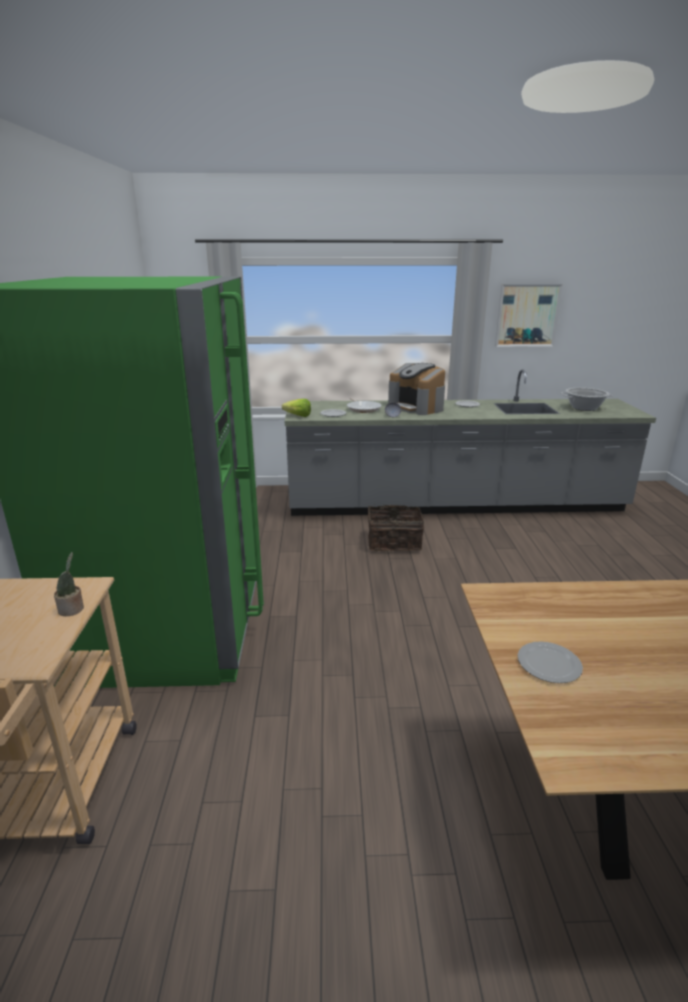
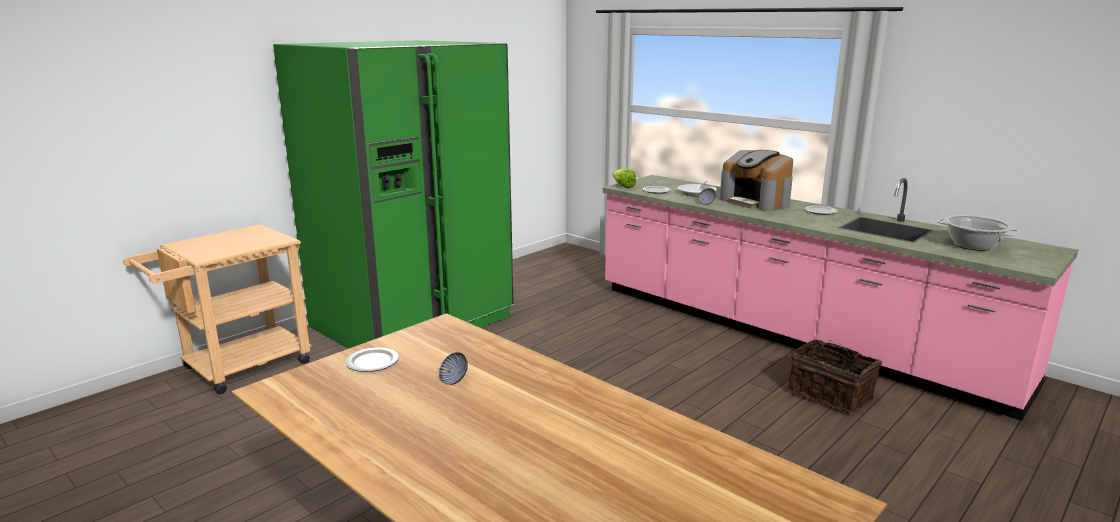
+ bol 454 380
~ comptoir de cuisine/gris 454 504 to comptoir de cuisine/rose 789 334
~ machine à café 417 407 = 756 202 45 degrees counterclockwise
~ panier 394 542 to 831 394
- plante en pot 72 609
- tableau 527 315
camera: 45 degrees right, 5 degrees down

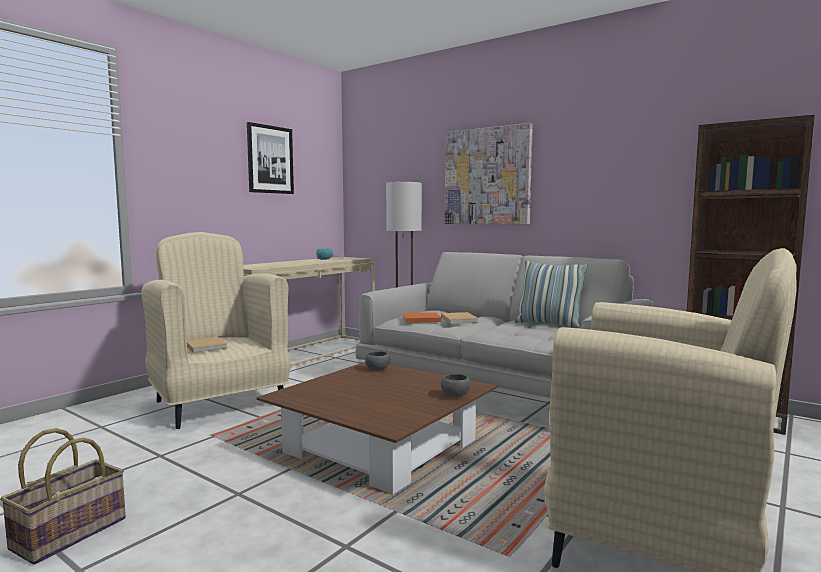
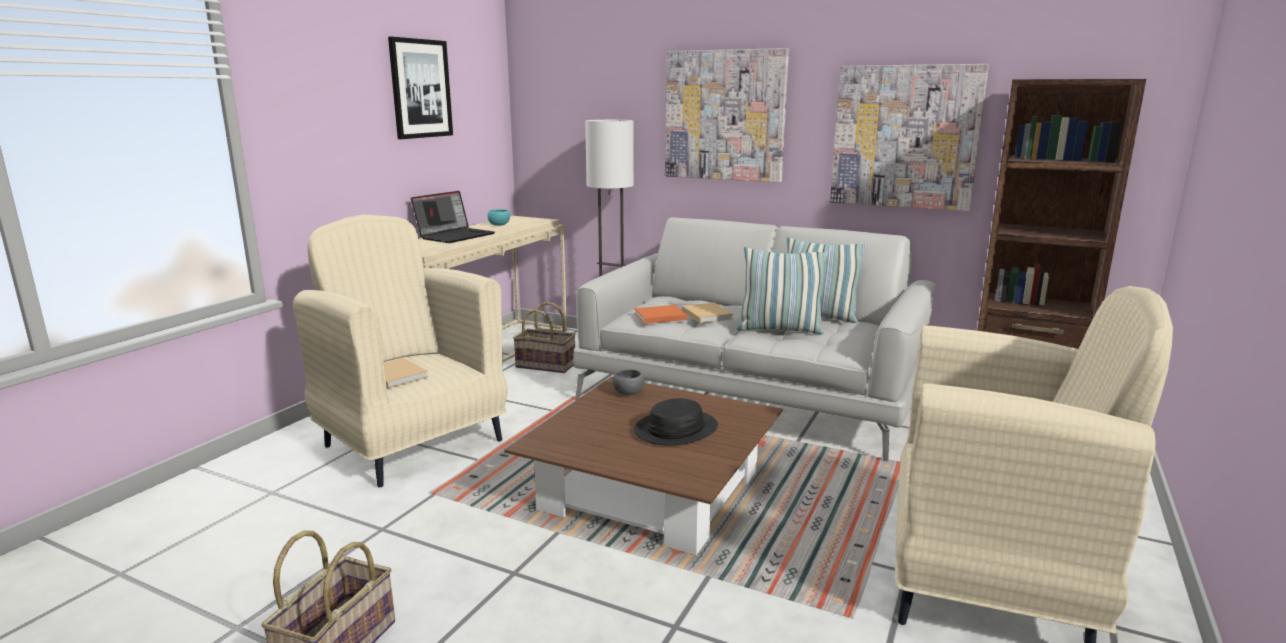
+ ordinateur portable 455 236
+ panier 546 365
+ chapeau/noir 676 429
+ coussin 779 330
+ tableau 905 137
- bol/gris 456 395
camera: 10 degrees left, 10 degrees up

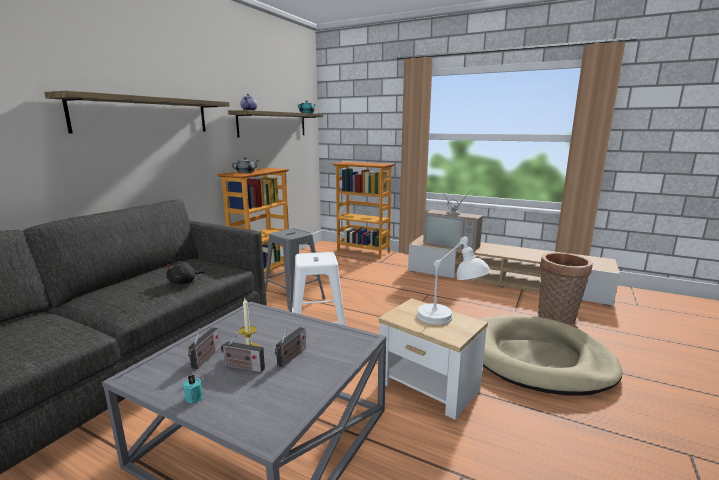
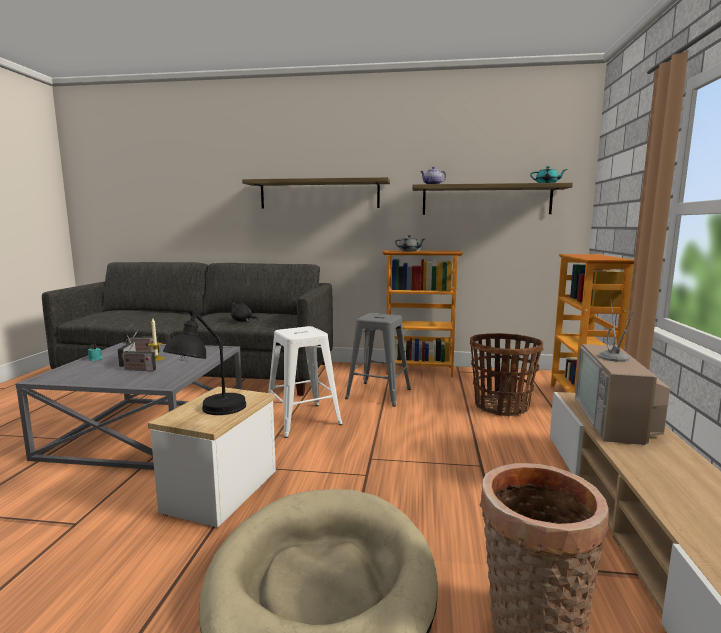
~ lampe de table/blanc 448 321 to lampe de table/noir 210 414
+ panier 501 406
camera: 70 degrees right, 5 degrees down

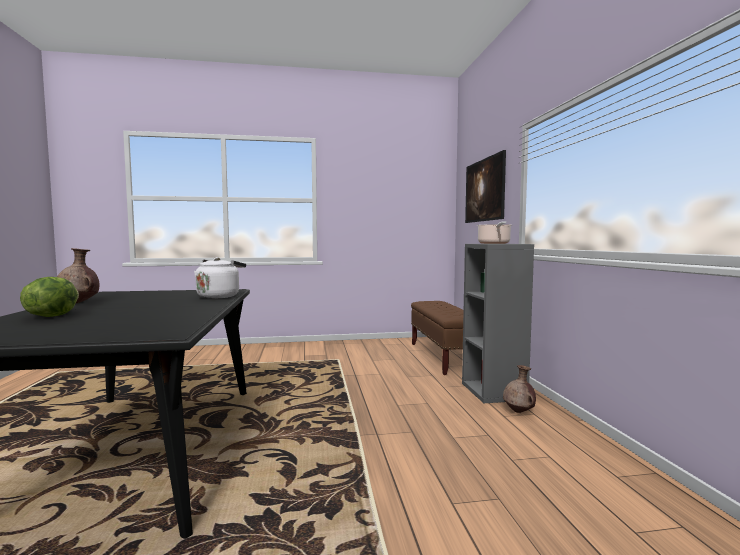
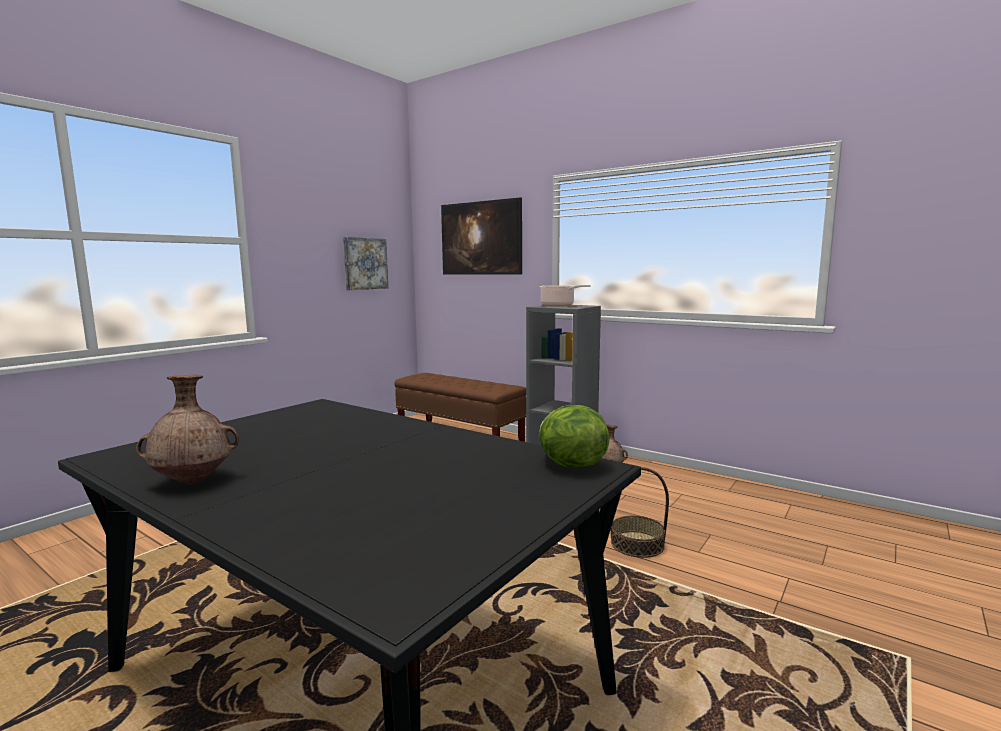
+ tableau 365 263
~ laitue 51 316 to 570 465
+ panier 637 544
- bouilloire/blanc 219 296
camera: 45 degrees left, 5 degrees up

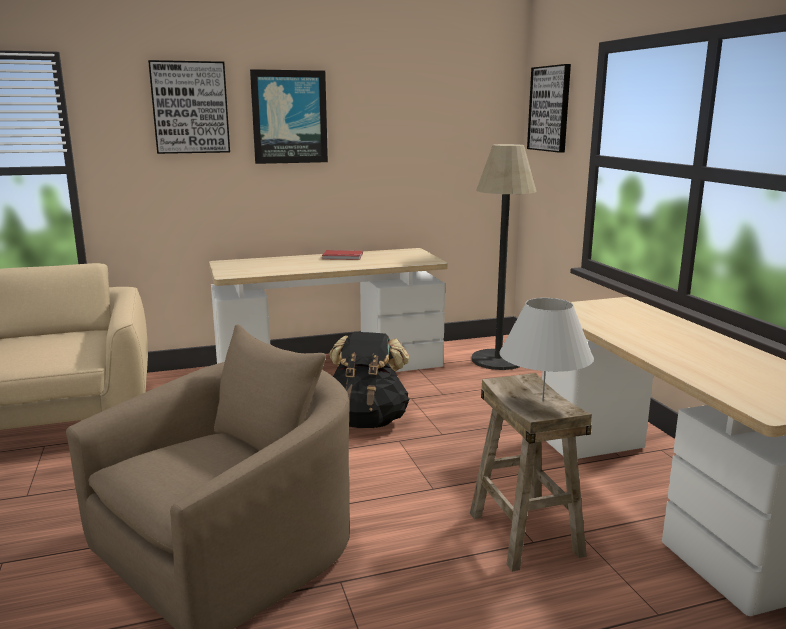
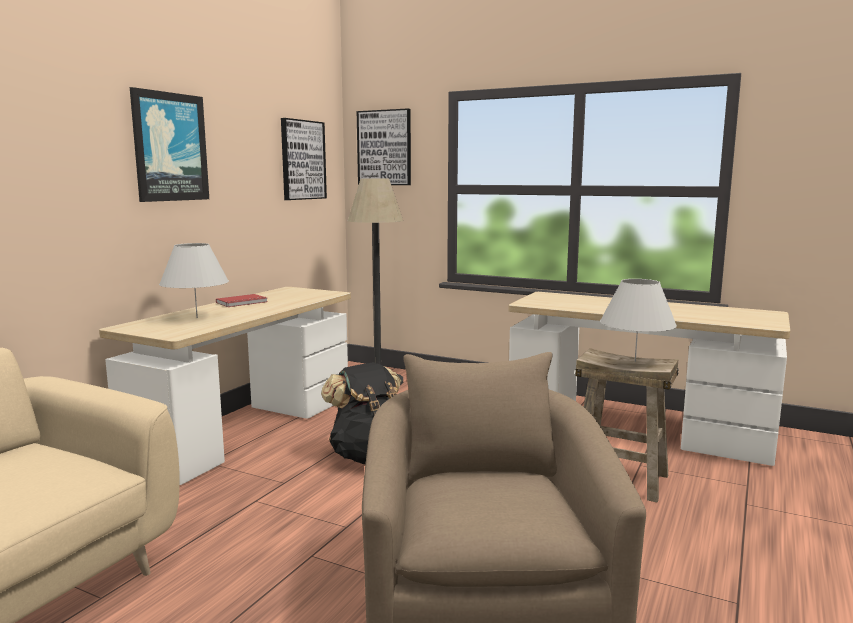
+ lampe de table/blanc 196 317
~ tableau 190 107 to 302 160
camera: 45 degrees left, 5 degrees down

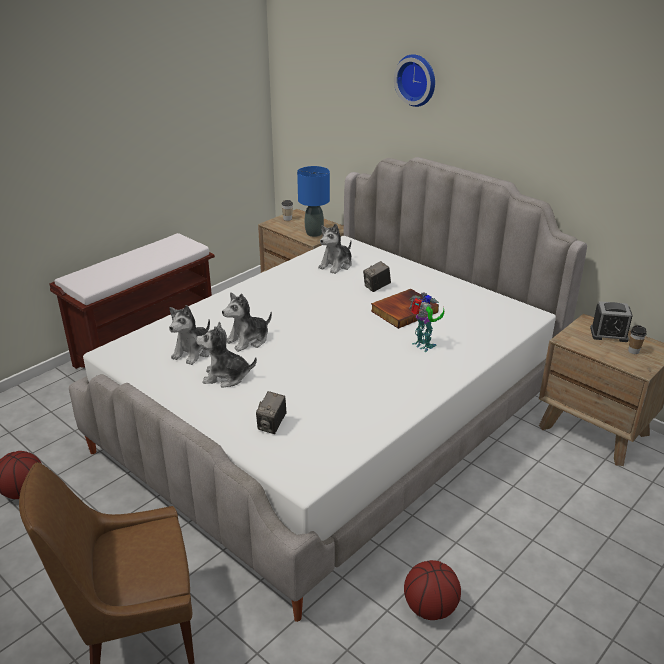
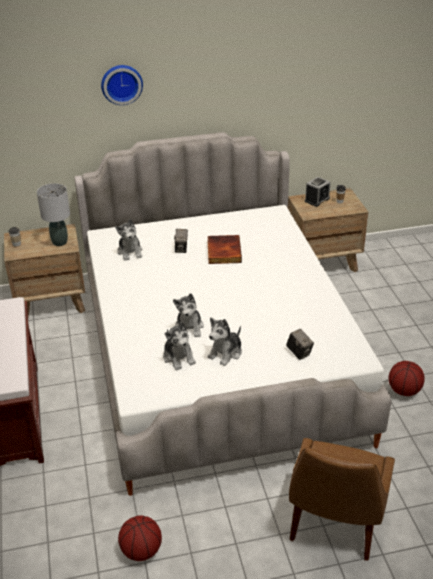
~ lampe de table/bleu 314 233 to lampe de table/gris 59 242
- robot jouet 423 346
camera: 55 degrees left, 5 degrees up

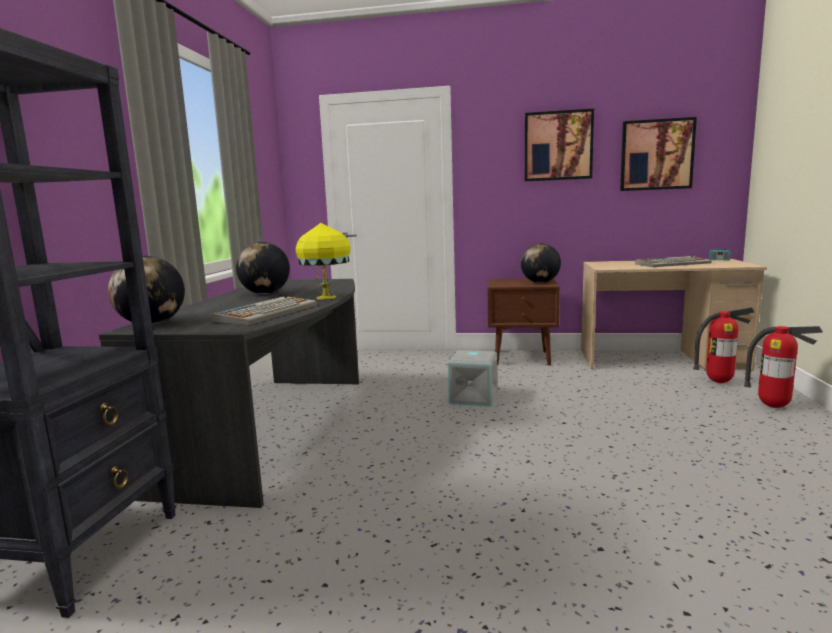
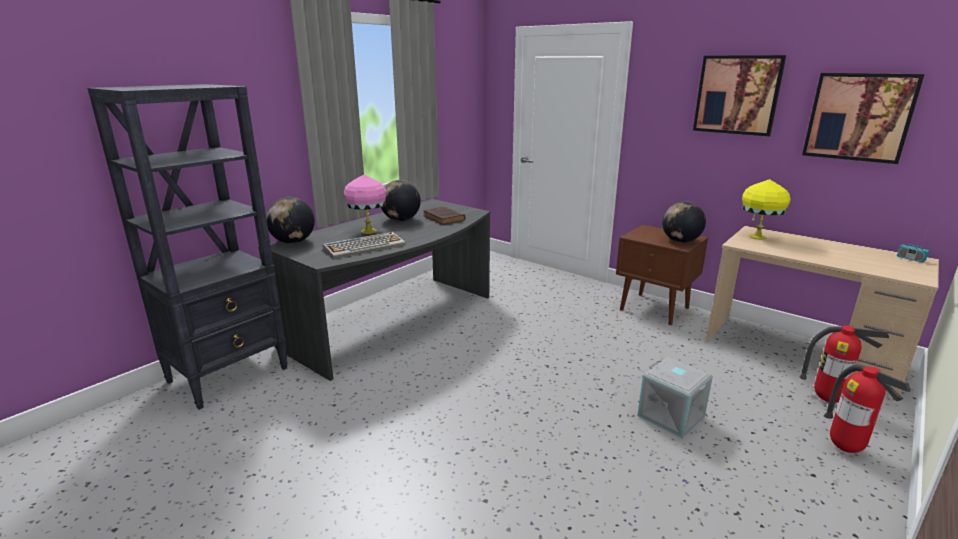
+ lampe de table/rose 368 231
+ livre/marron 444 218
~ boîte de rangement/gris 474 397 to 672 416
~ lampe de table/jaune 326 297 to 757 237
- clavier 672 263
camera: 30 degrees right, 10 degrees up

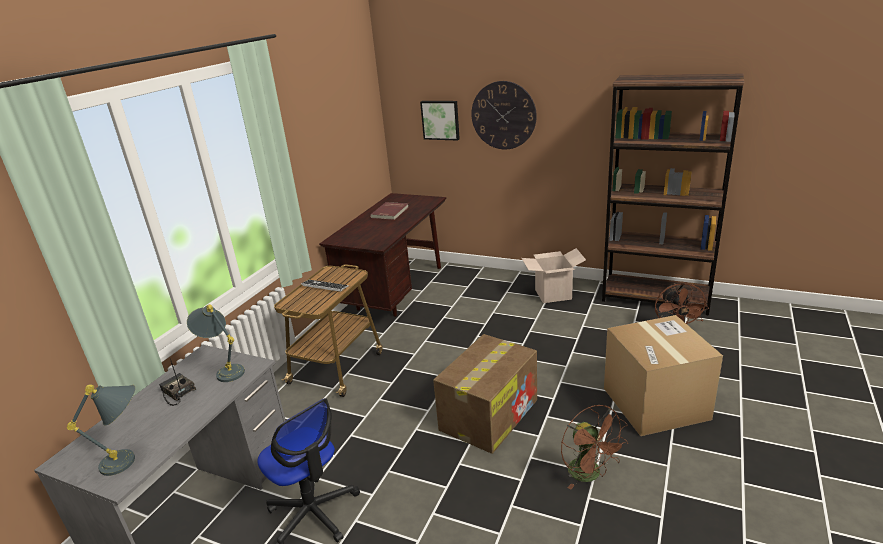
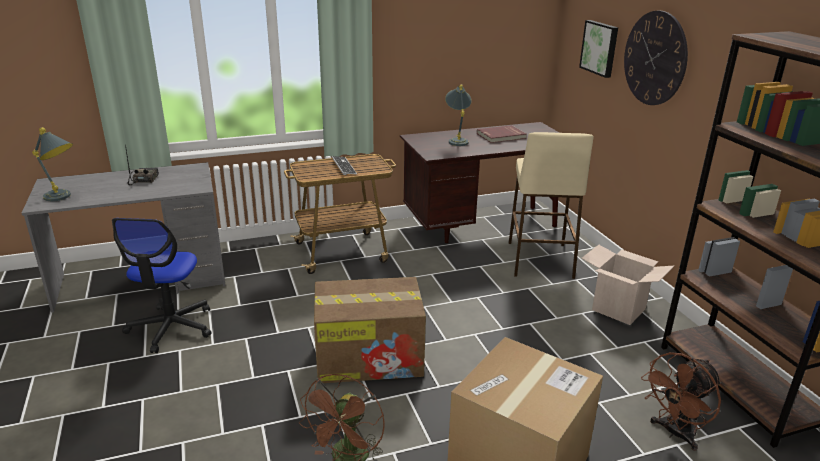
~ lampe de table/gris 225 370 to 457 140
+ tabouret/beige 540 260
camera: 45 degrees right, 0 degrees up

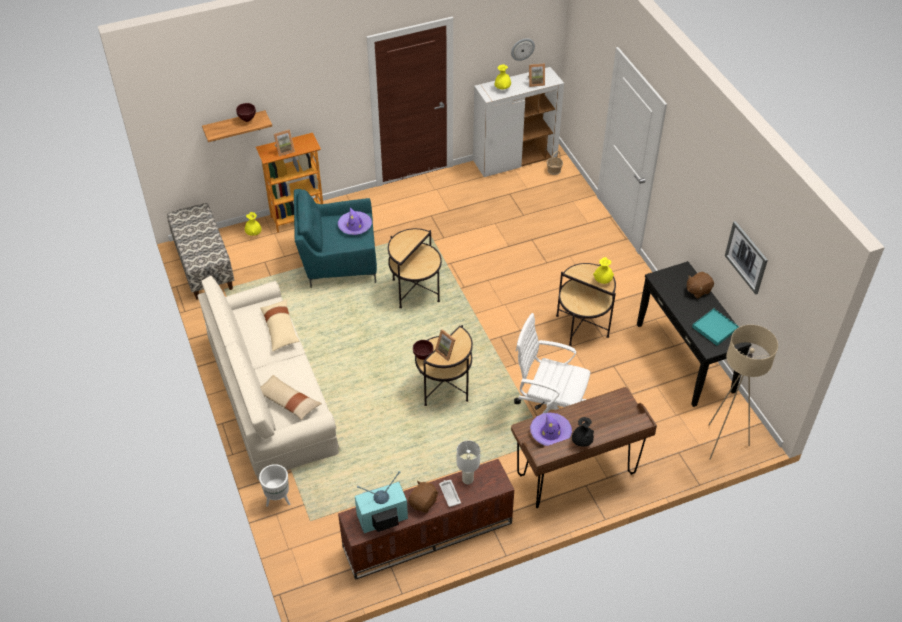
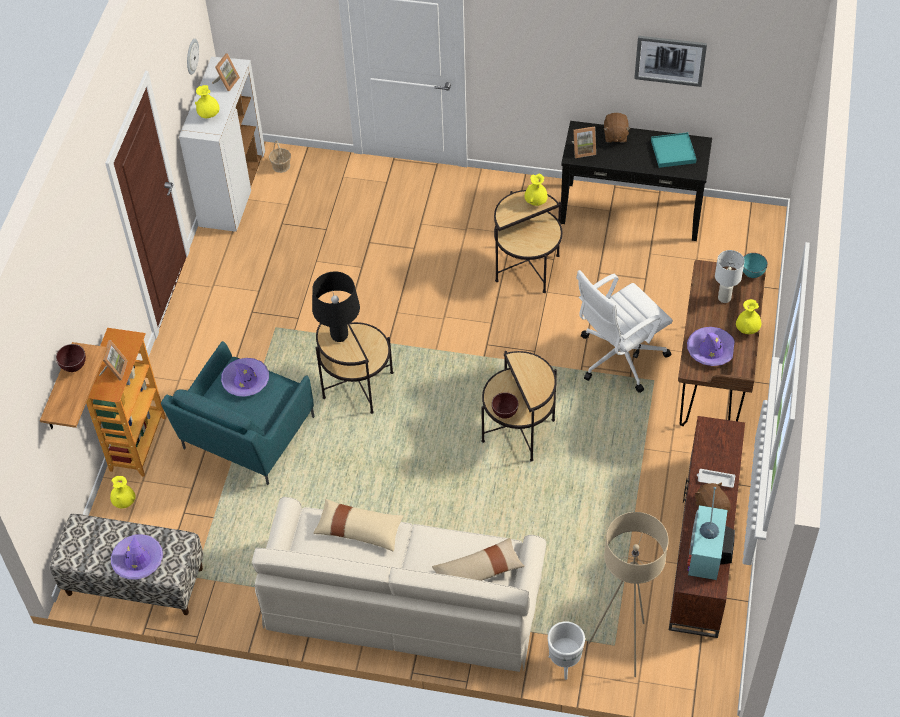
+ chapeau/violet 138 560
+ lampe de table/noir 339 337
~ cadre photo 446 351 to 583 150
~ lampadaire/beige 723 443 to 623 646
~ lampe de table/blanc 468 479 to 724 297
~ vase/noir 582 442 to vase/jaune 747 329
+ bol/turquoise 751 274
camera: 55 degrees left, 5 degrees up

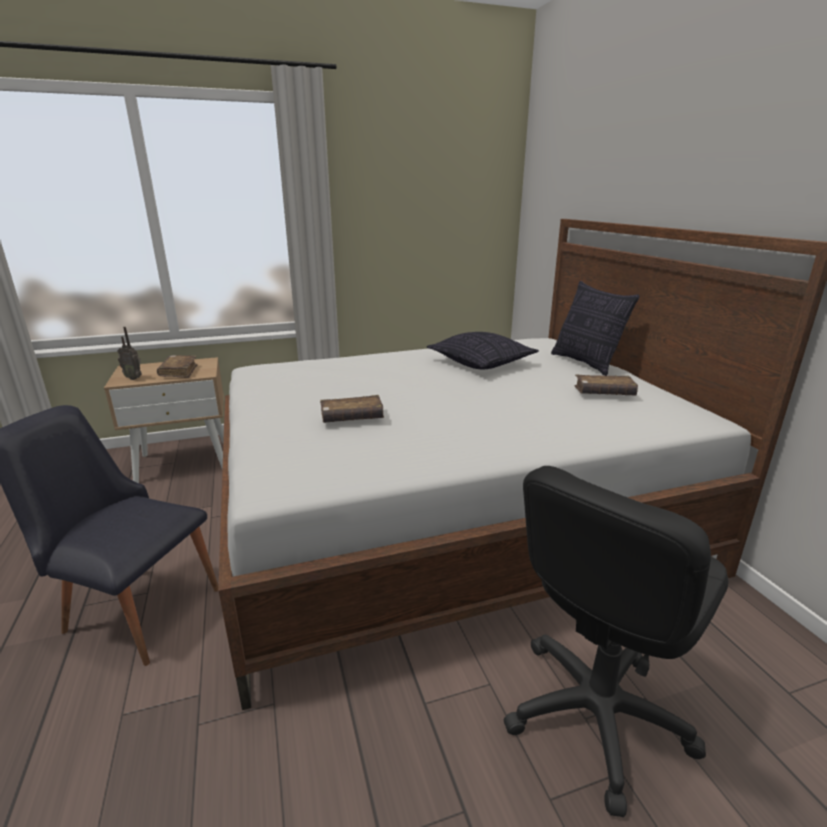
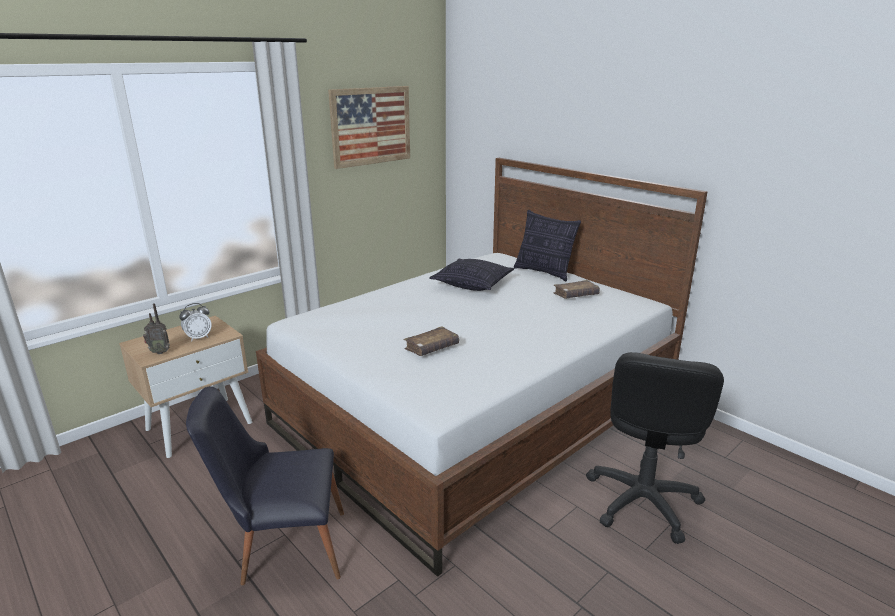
~ livre/marron 179 372 to réveil 198 337
+ tableau 371 126
camera: 25 degrees left, 0 degrees up

